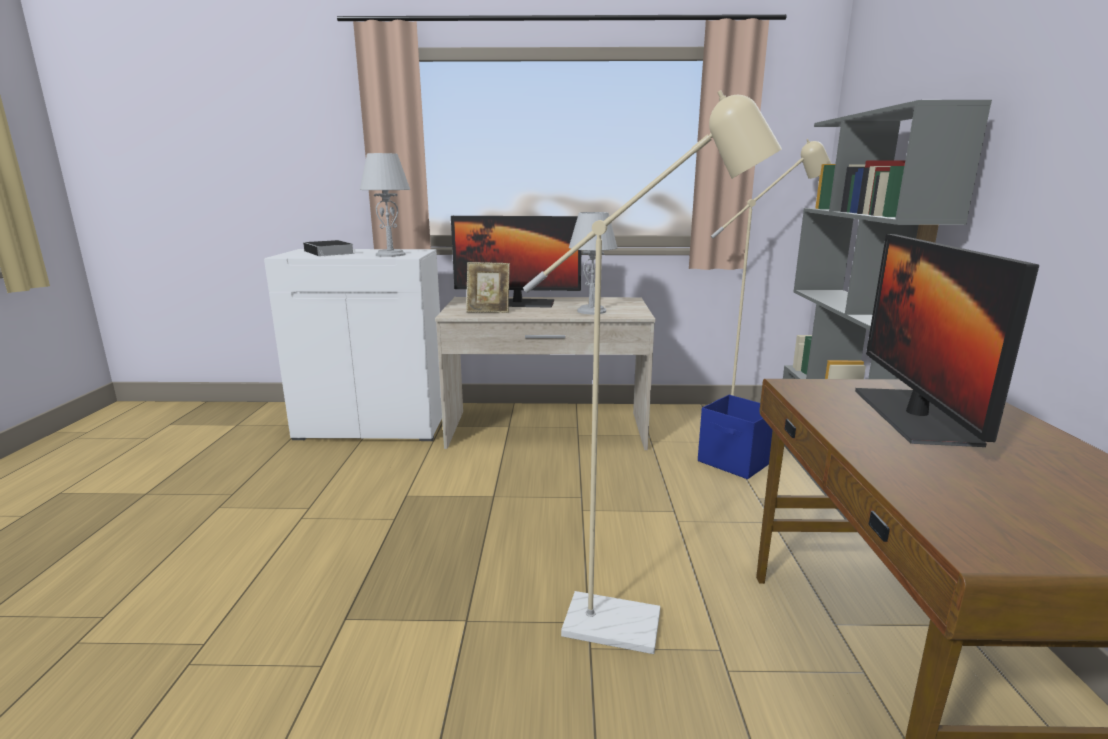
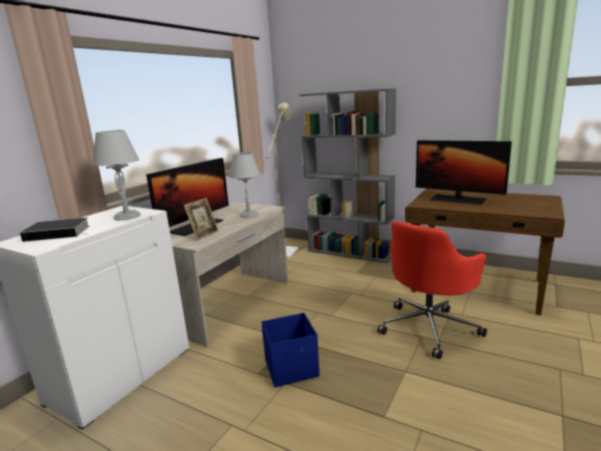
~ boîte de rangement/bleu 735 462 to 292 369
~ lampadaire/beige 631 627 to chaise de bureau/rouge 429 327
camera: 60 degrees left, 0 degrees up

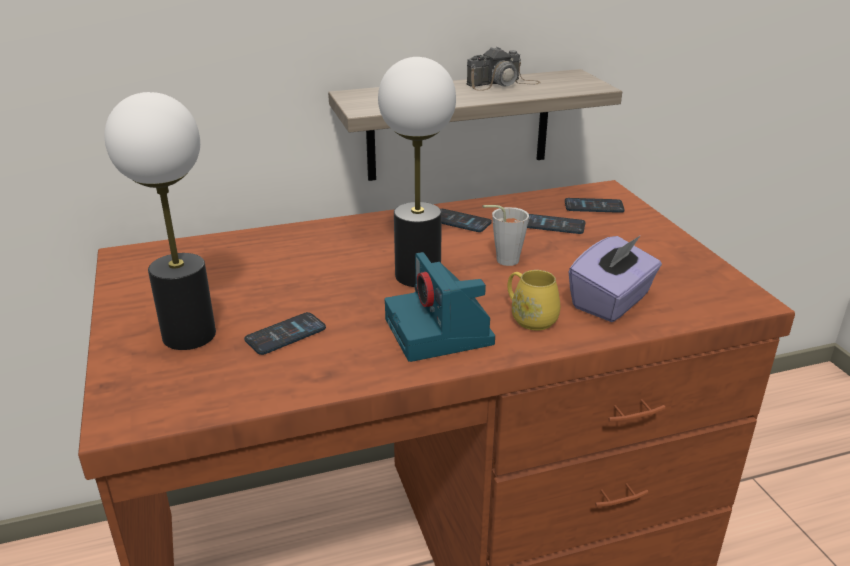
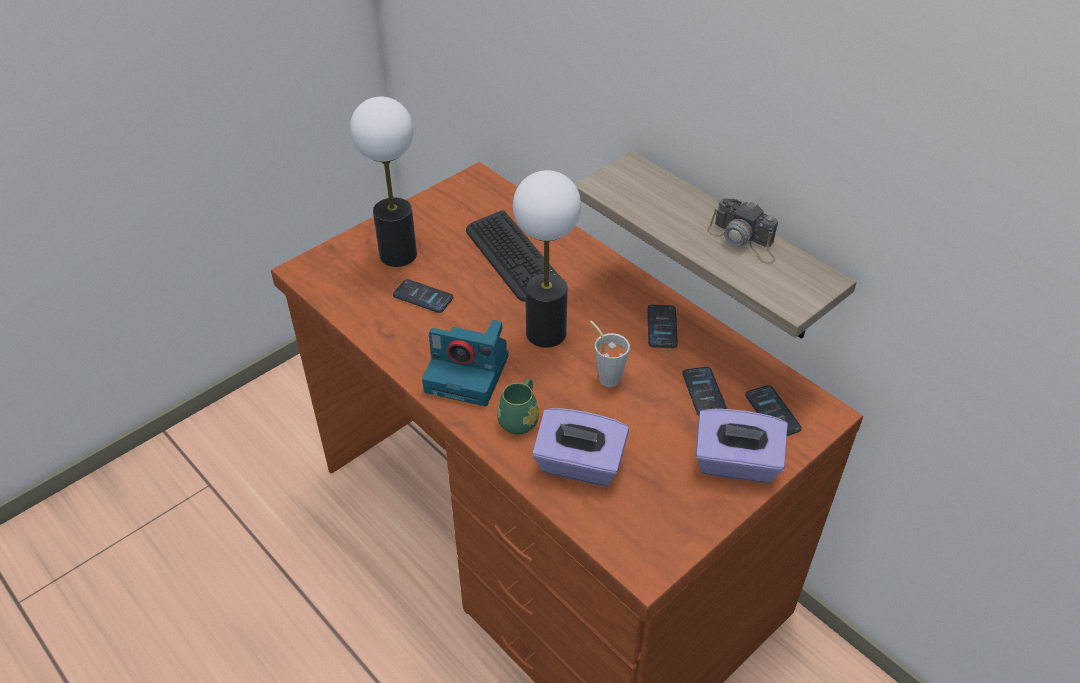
~ appareil photo 440 332 = 469 373 120 degrees counterclockwise
+ clavier 512 257
~ mug/jaune 529 318 to mug/vert 520 418
+ boîte à mouchoirs/violet 736 464
camera: 65 degrees right, 15 degrees up

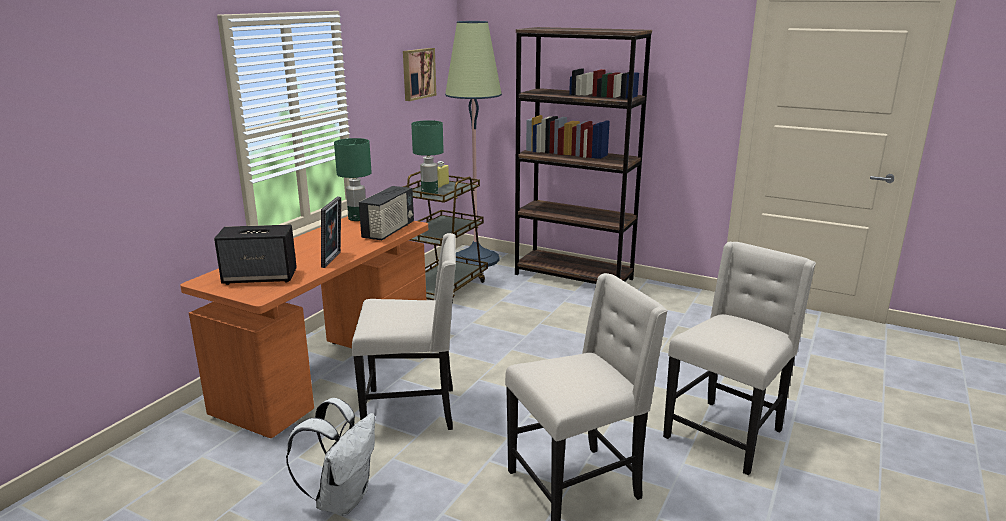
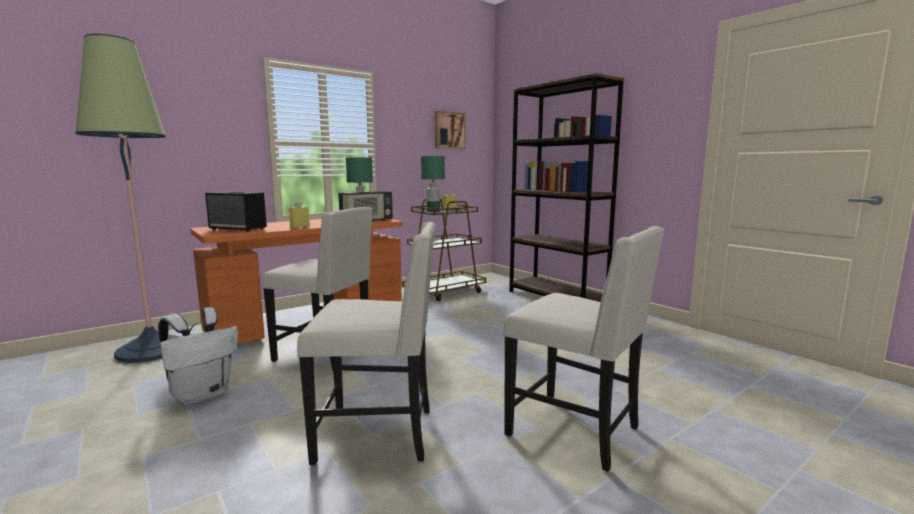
~ lampadaire 475 259 to 152 350
~ cadre photo 333 260 to bouteille/jaune 300 227
~ chaise/beige 726 434 = 576 431 60 degrees clockwise
camera: 25 degrees right, 10 degrees down

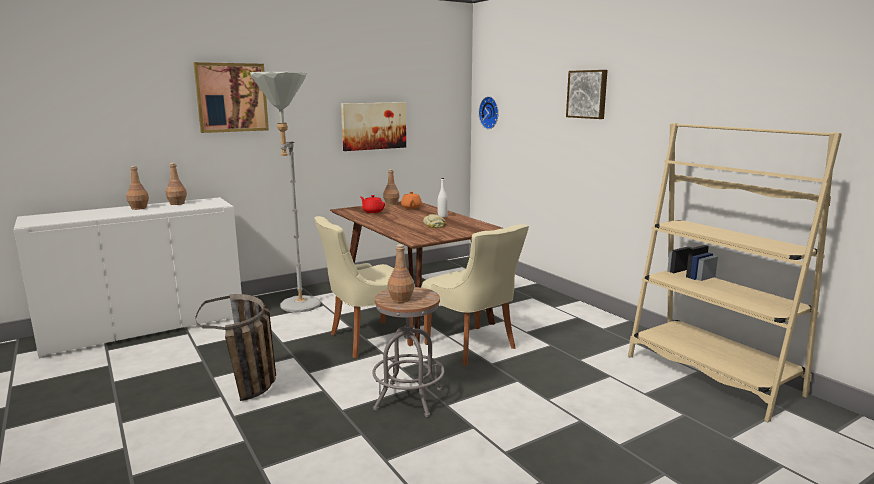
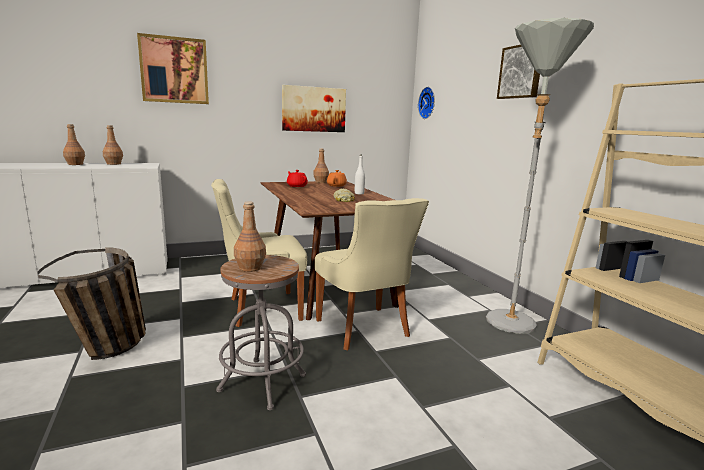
~ lampadaire/gris 296 308 to 509 327
camera: 10 degrees right, 0 degrees up

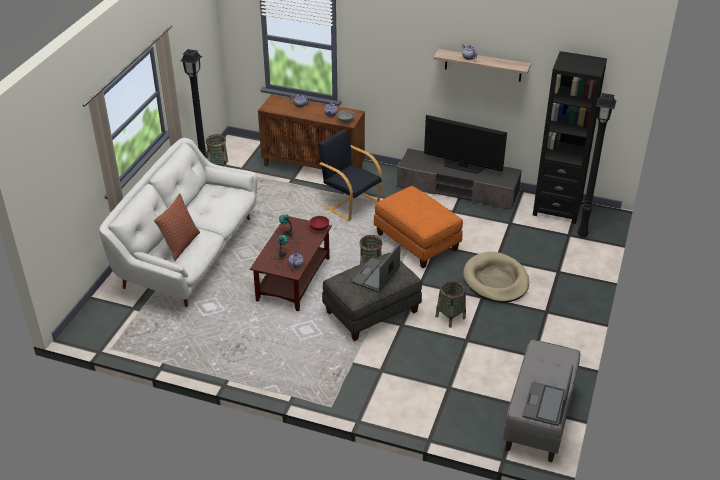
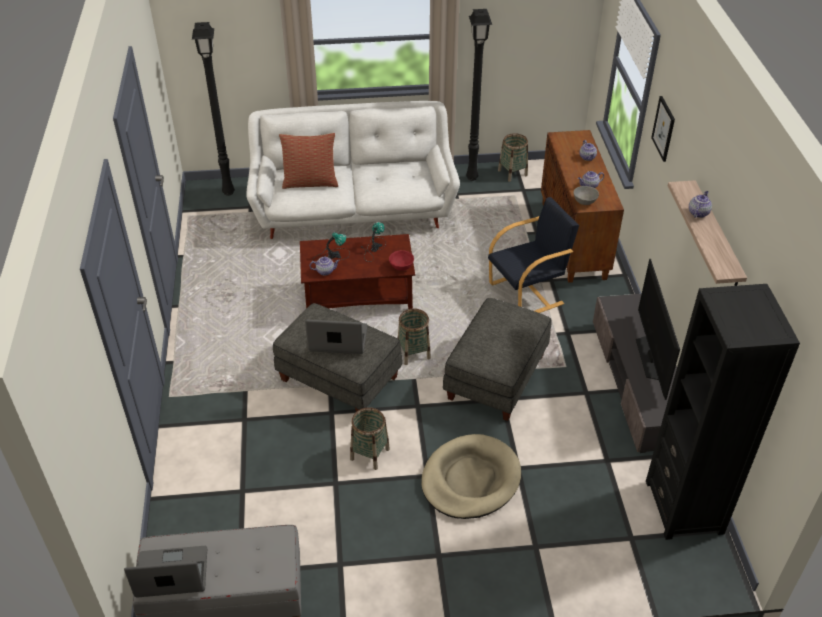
~ lampadaire/noir 581 234 to 229 192
~ pouf/orange 417 242 to pouf/gris 497 377
~ fauteuil/noir 350 203 = 527 293 45 degrees clockwise
+ tableau 663 128
camera: 65 degrees right, 5 degrees up

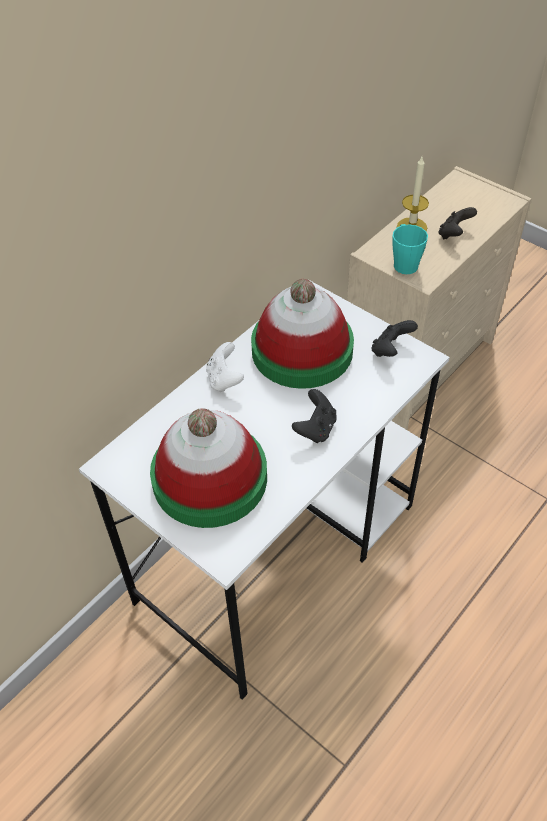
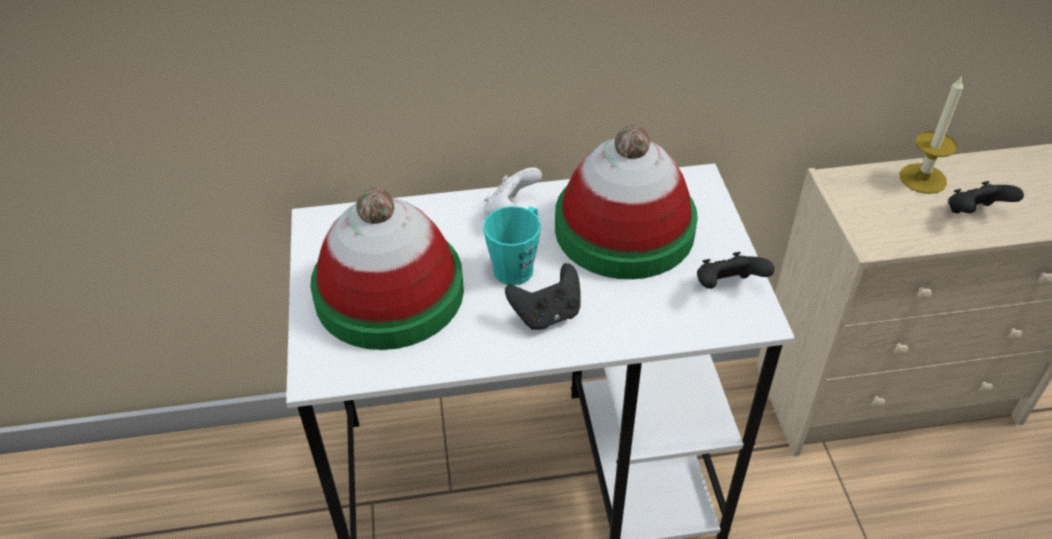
~ mug/turquoise 404 262 to 517 265
camera: 40 degrees right, 5 degrees down

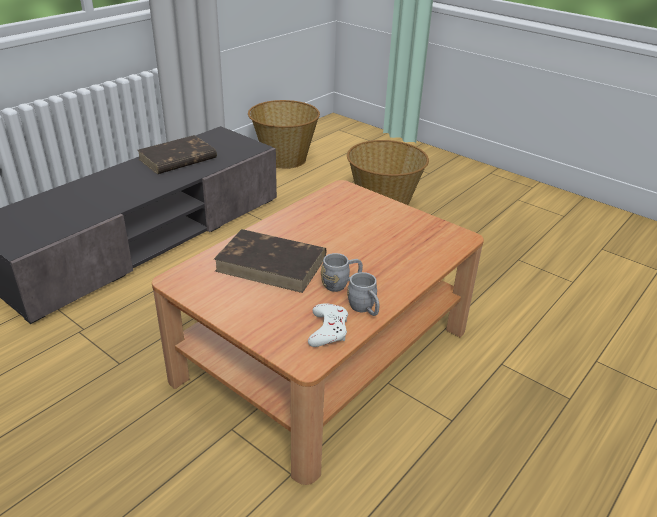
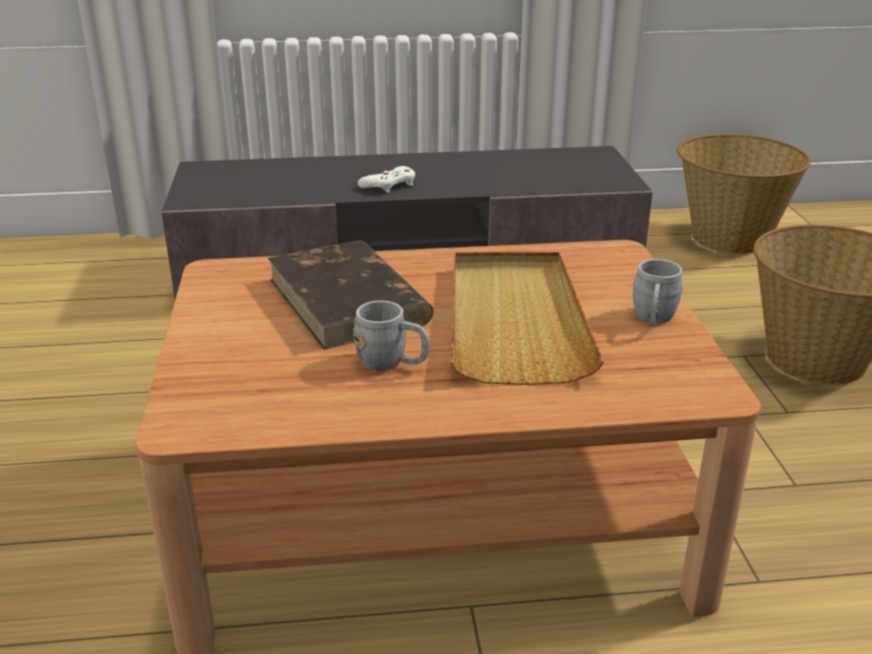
~ manette/blanc 328 329 to 389 185
+ plateau/beige 515 320
~ mug/gris 364 309 to 653 320
- livre/marron 177 159
camera: 45 degrees right, 5 degrees down

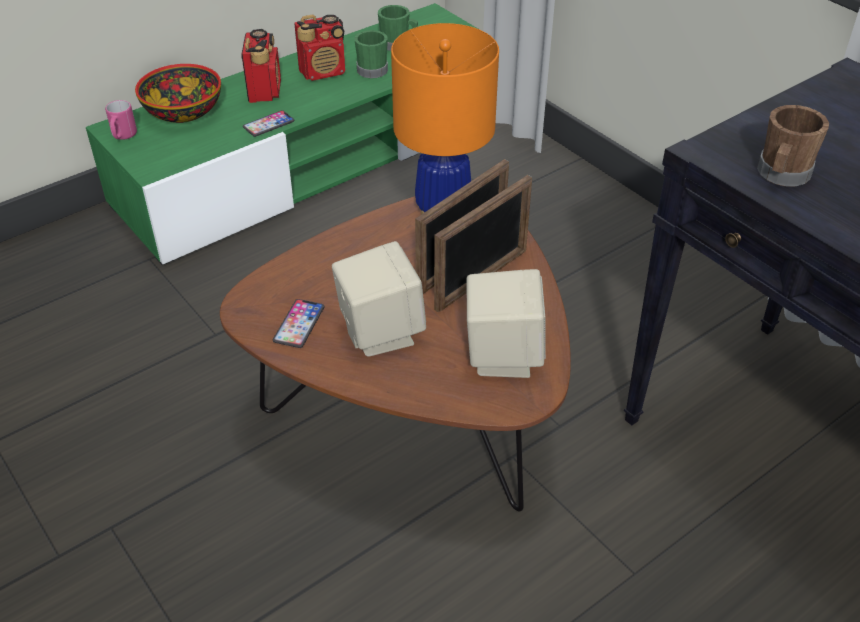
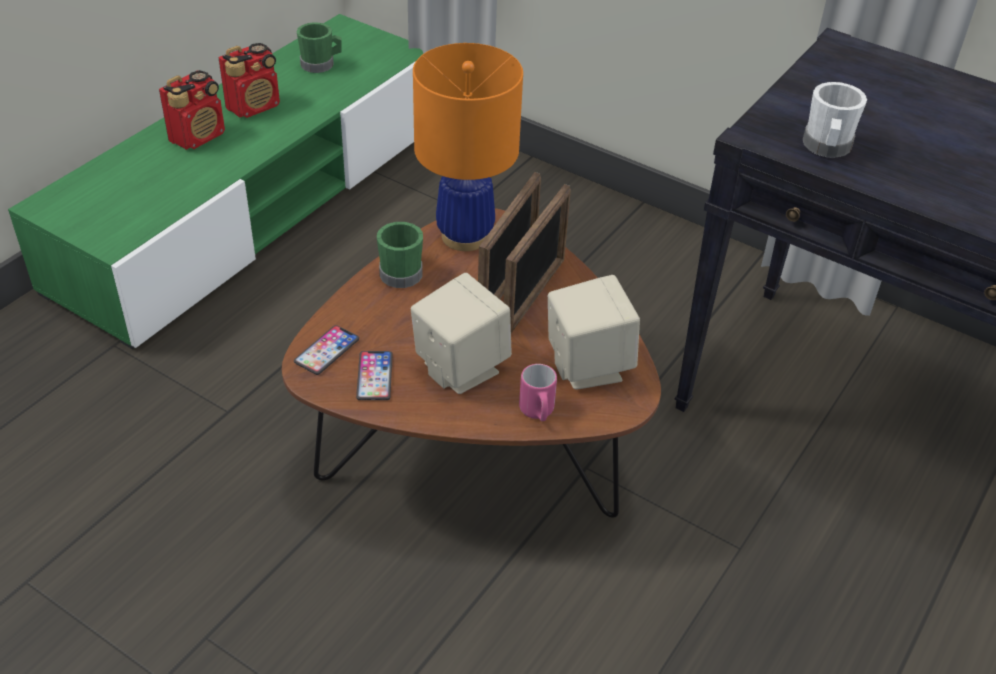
~ radio 264 90 = 198 136 60 degrees clockwise
~ téléphone 268 124 to 327 351
~ mug/vert 374 69 to 402 271
~ mug/rose 123 136 to 538 413
~ mug/marron 781 175 to mug/blanc 826 148
- bol 184 112
camera: 20 degrees left, 0 degrees up

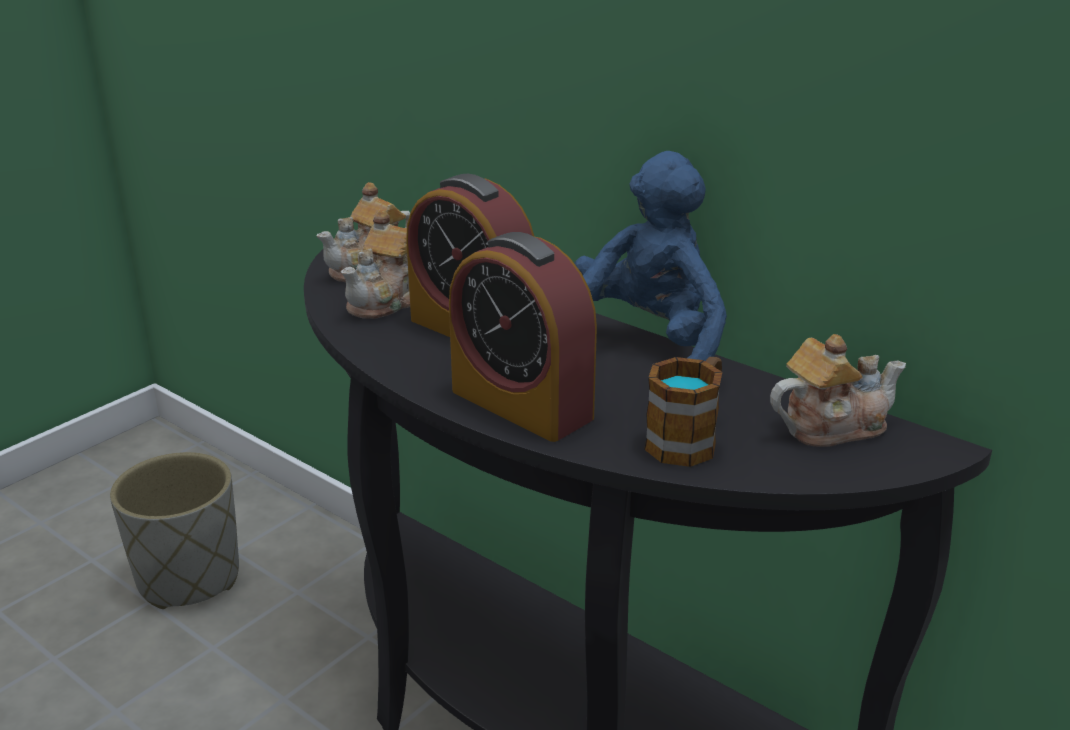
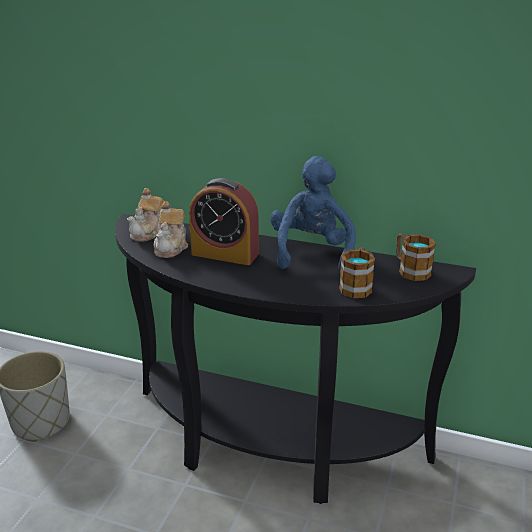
~ théière 830 426 to mug 410 270
- réveil 521 404
camera: 20 degrees left, 0 degrees up

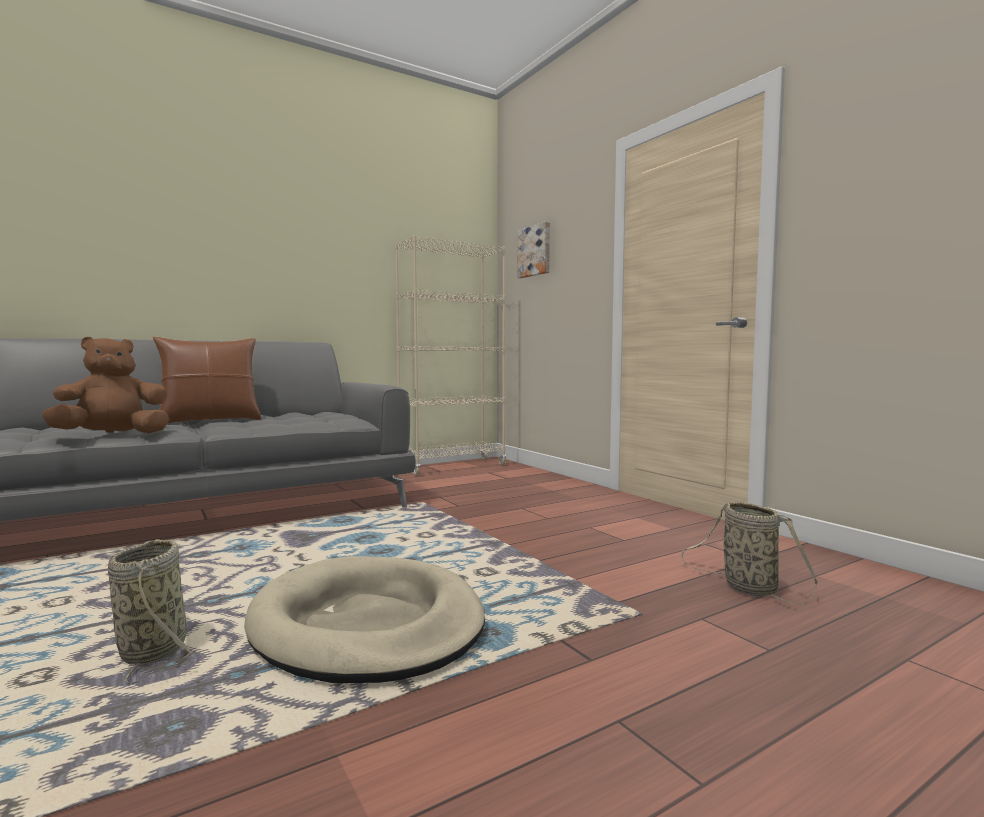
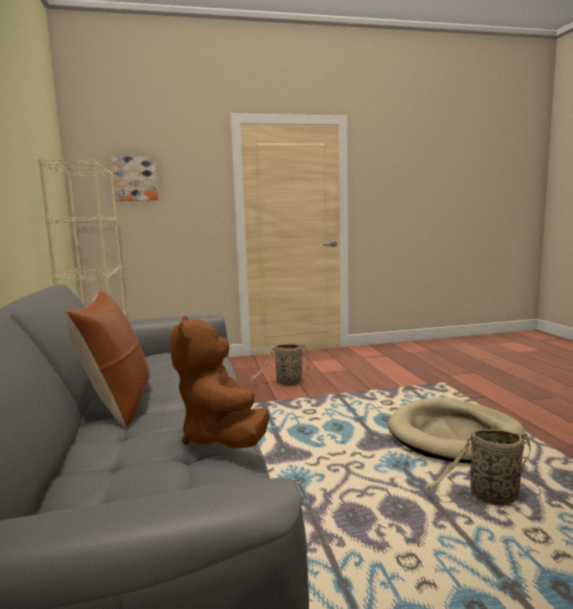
~ panier 746 587 to 287 383
camera: 70 degrees left, 5 degrees up

